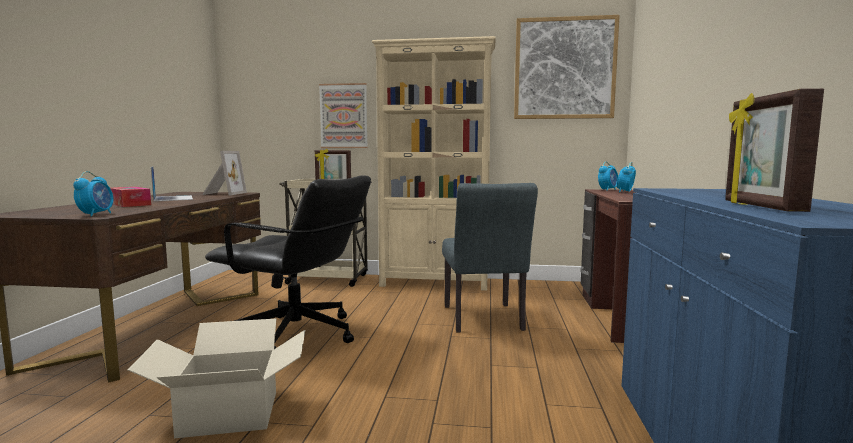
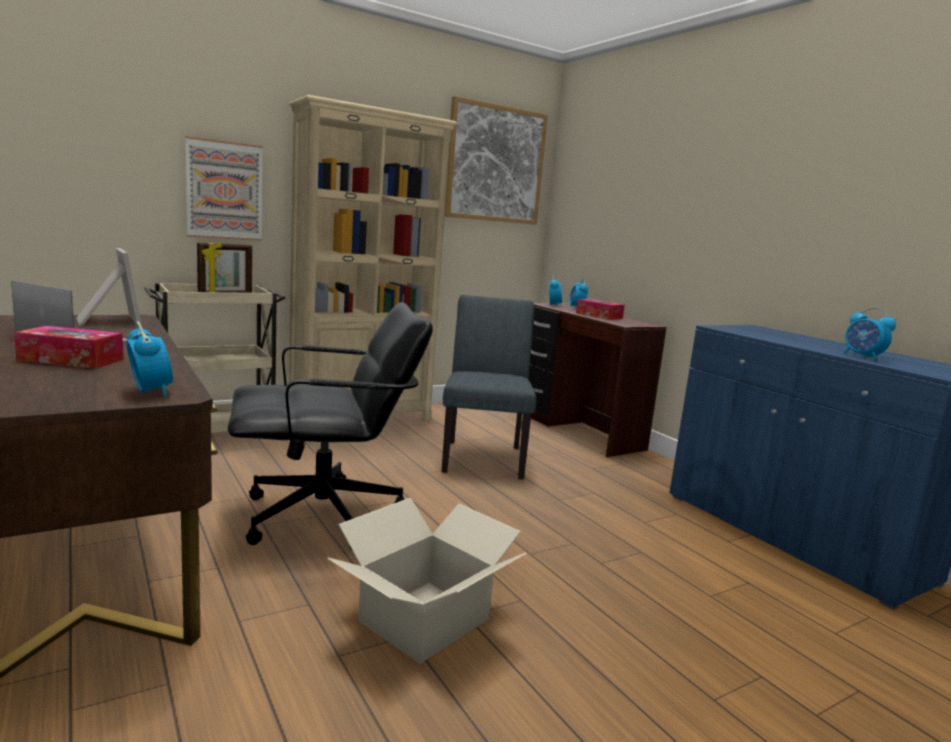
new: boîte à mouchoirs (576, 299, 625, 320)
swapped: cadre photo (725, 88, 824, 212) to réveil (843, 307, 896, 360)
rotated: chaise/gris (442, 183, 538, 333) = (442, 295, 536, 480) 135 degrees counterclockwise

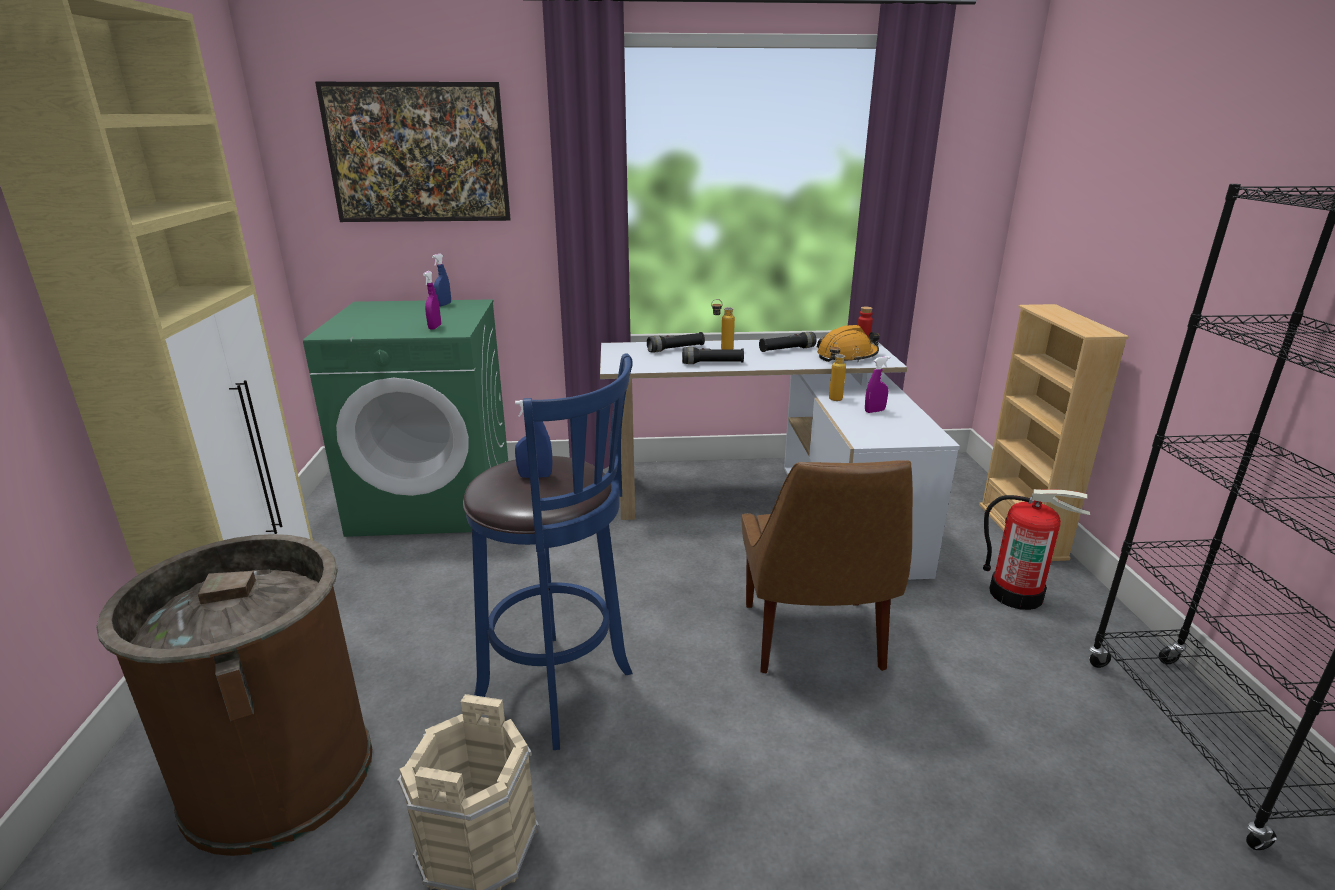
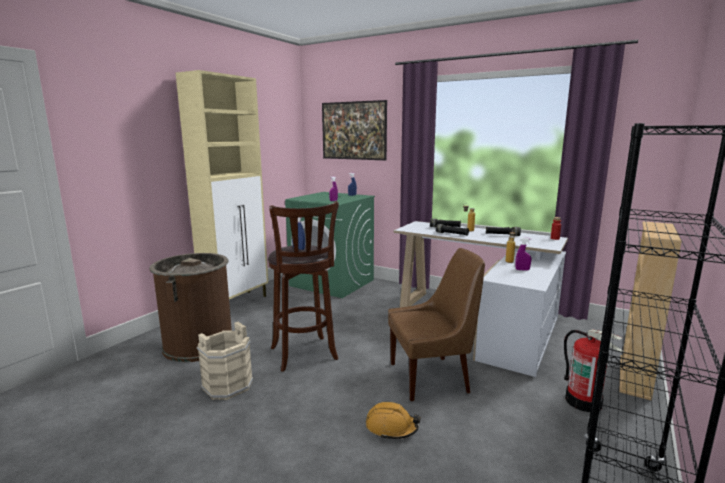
shifted: casque de chantier/orange (817, 325, 880, 362) to (366, 402, 421, 440)
repainted: tabouret/bleu (463, 353, 633, 750) to tabouret/marron (268, 201, 339, 372)
rotated: chaise/marron (742, 460, 913, 674) = (388, 248, 485, 401) 135 degrees counterclockwise

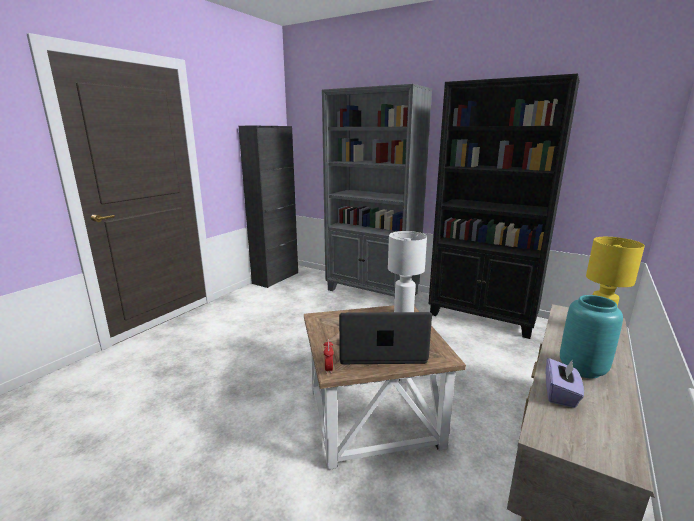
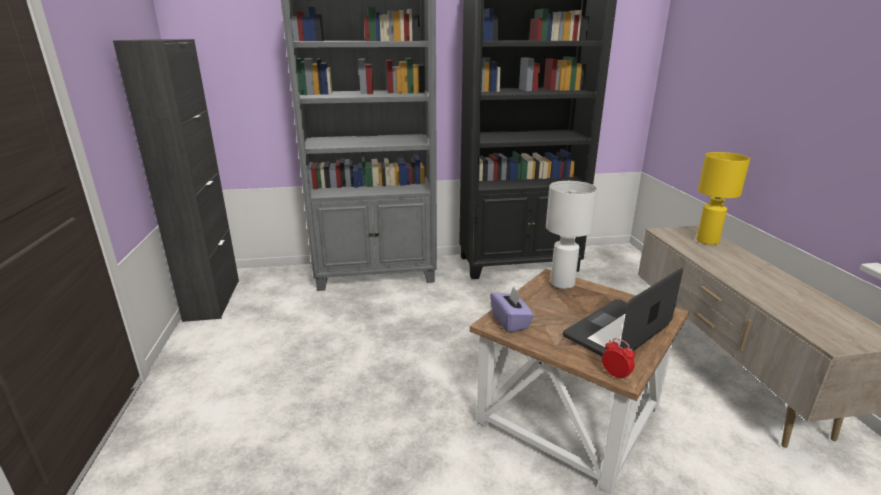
gone: vase/turquoise (560, 295, 623, 378)
shifted: boîte à mouchoirs/violet (546, 358, 584, 408) to (490, 286, 534, 333)

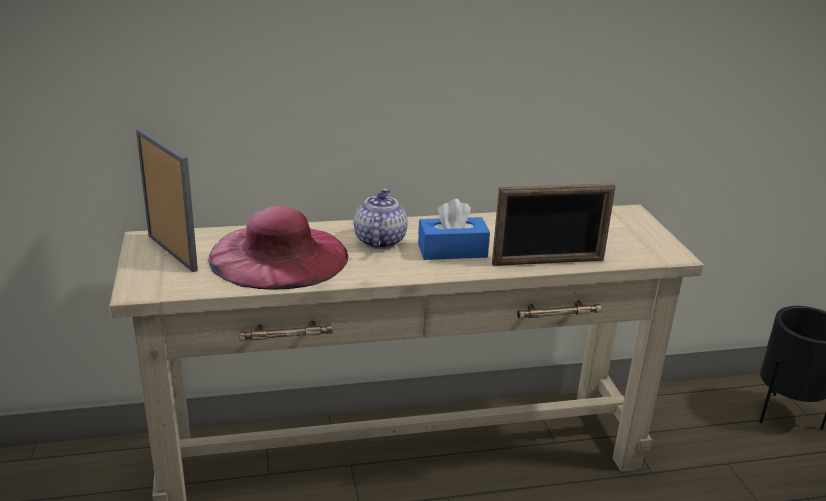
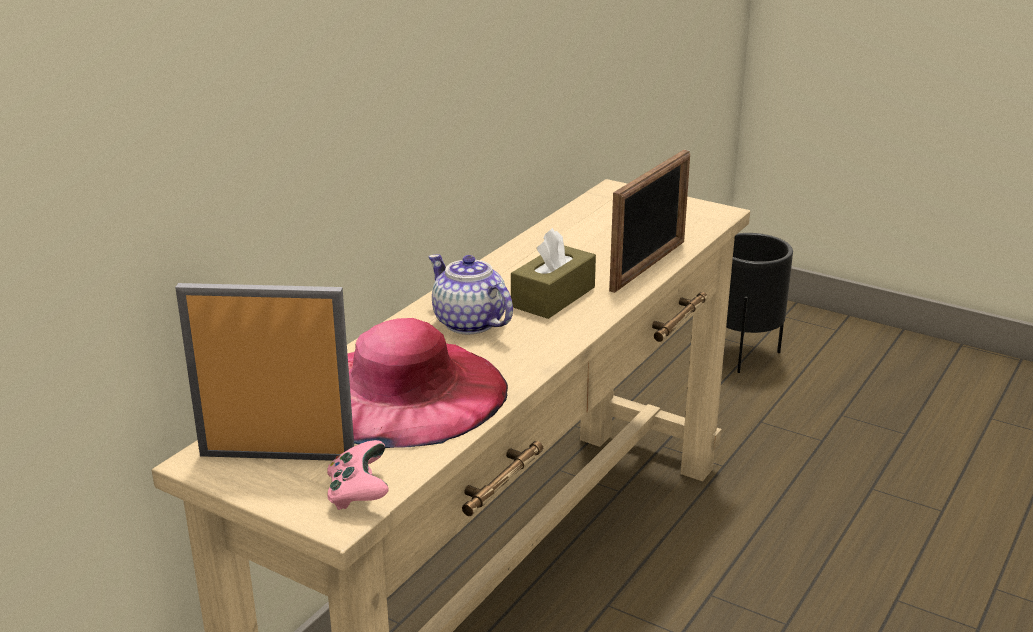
new: manette/rose (327, 440, 389, 510)
repainted: boîte à mouchoirs/bleu (418, 199, 490, 260) to boîte à mouchoirs/marron (511, 228, 596, 319)

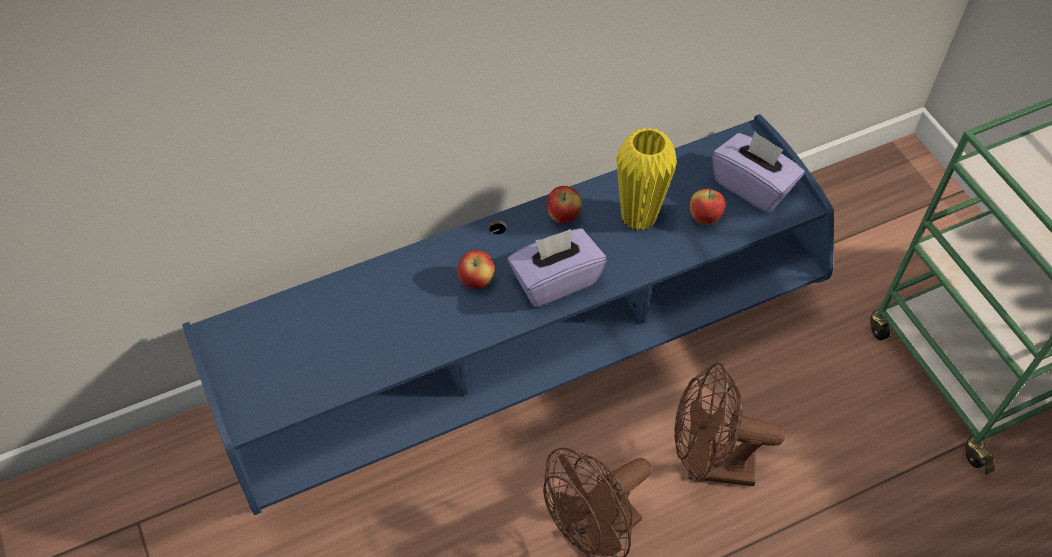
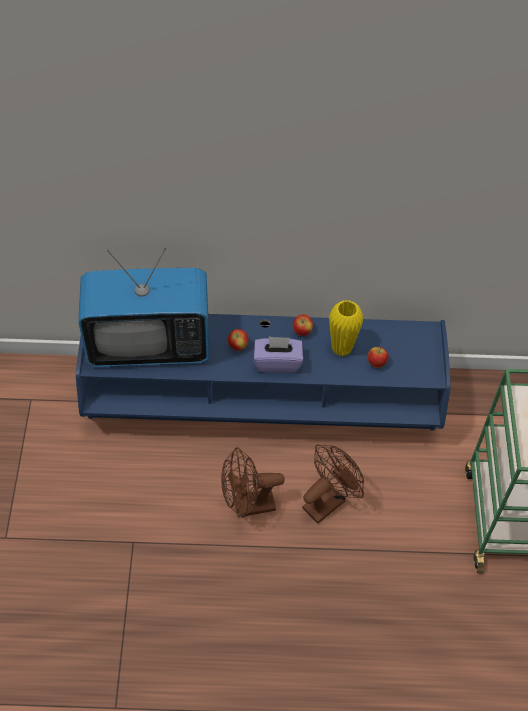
gone: boîte à mouchoirs/violet (712, 131, 805, 213)
new: téléviseur (78, 248, 210, 367)
rotated: ventilateur/marron (674, 362, 785, 486) = (302, 444, 364, 524) 105 degrees clockwise

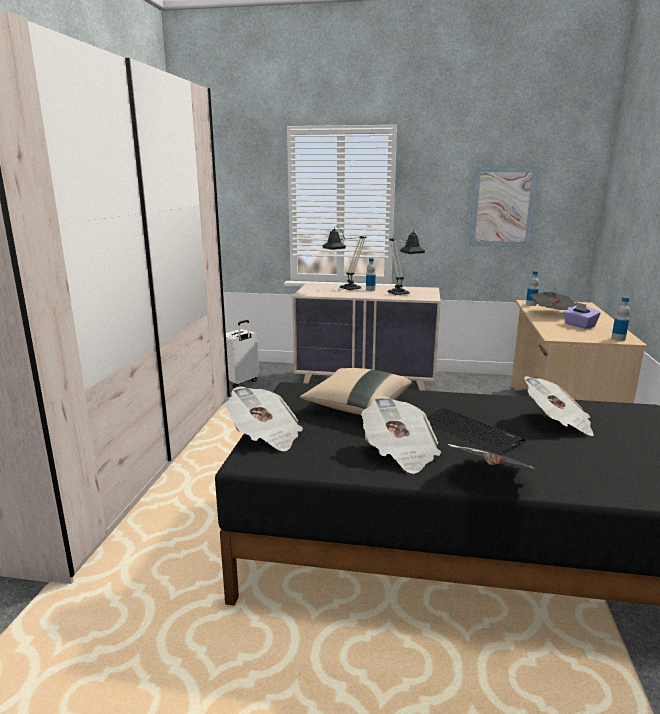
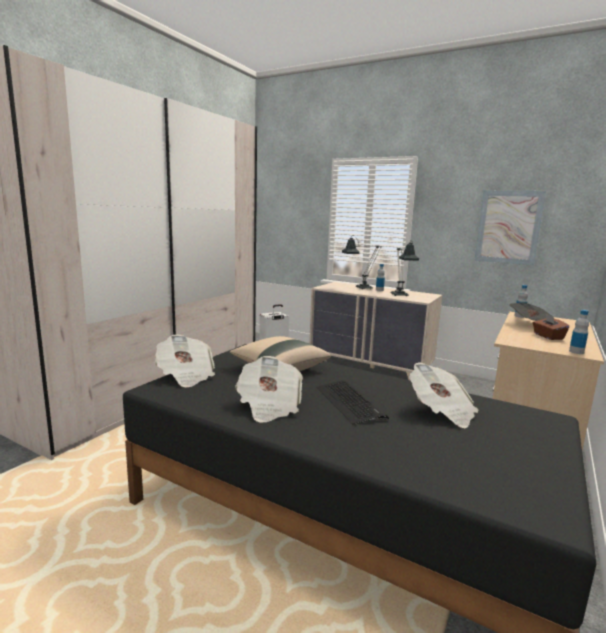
gone: journal (448, 444, 537, 470)
repainted: boîte à mouchoirs/violet (563, 302, 601, 329) to boîte à mouchoirs/marron (533, 313, 569, 340)

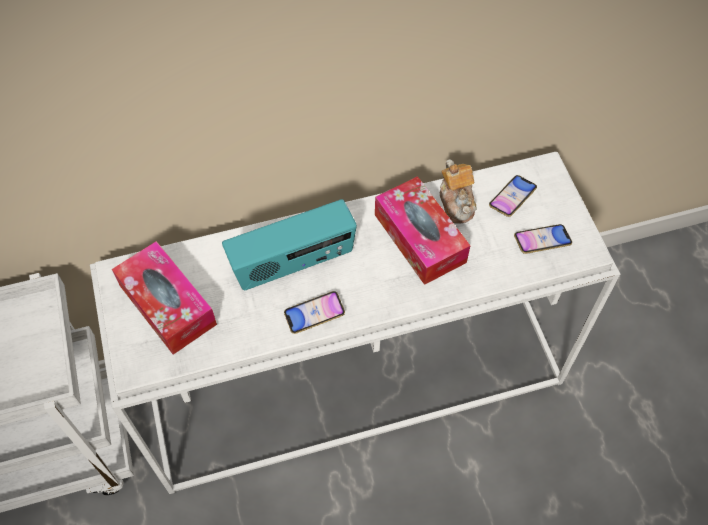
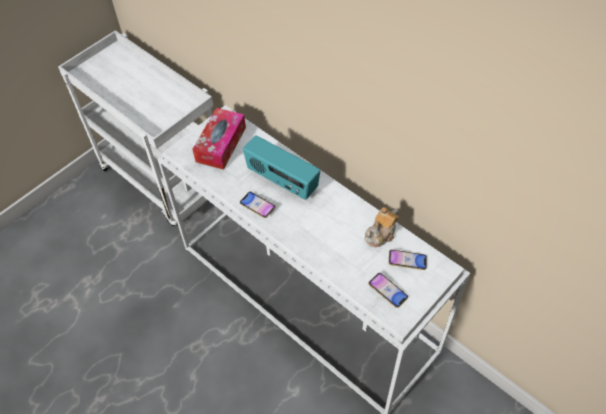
gone: boîte à mouchoirs (375, 176, 470, 285)

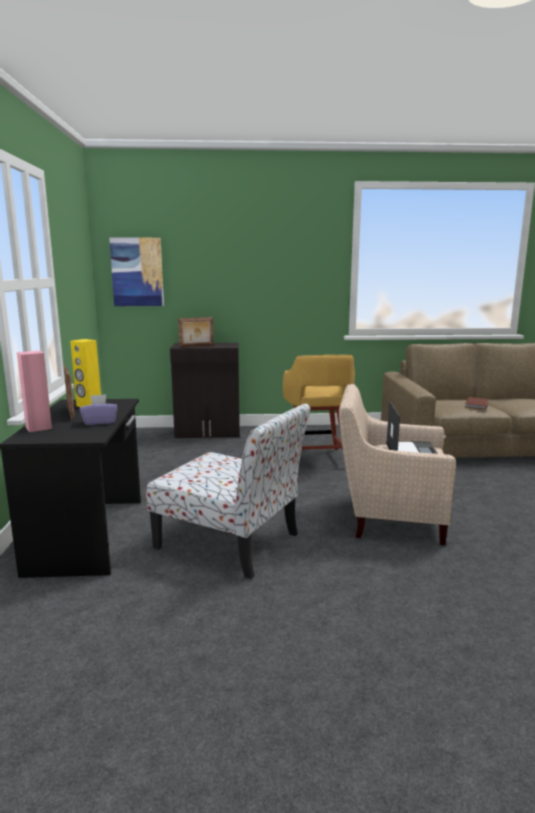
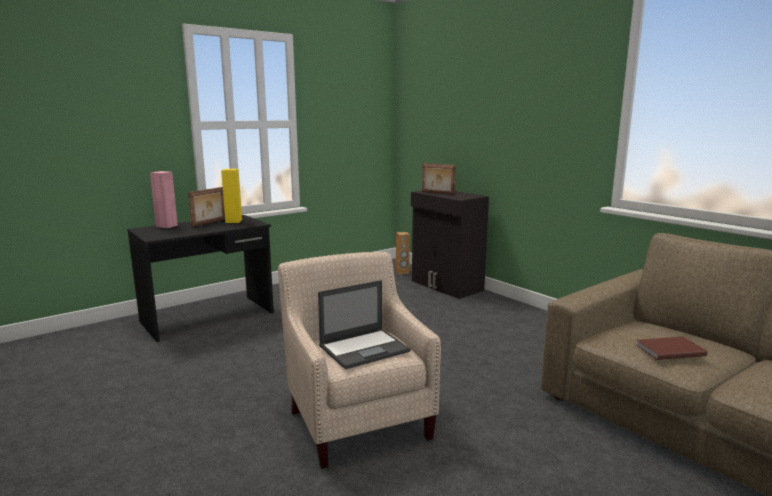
gone: tableau (109, 238, 164, 306); tabouret/jaune (283, 355, 355, 450); boîte à mouchoirs/violet (80, 394, 117, 425); chaise (146, 403, 310, 579)
new: enceinte/marron (396, 232, 410, 274)

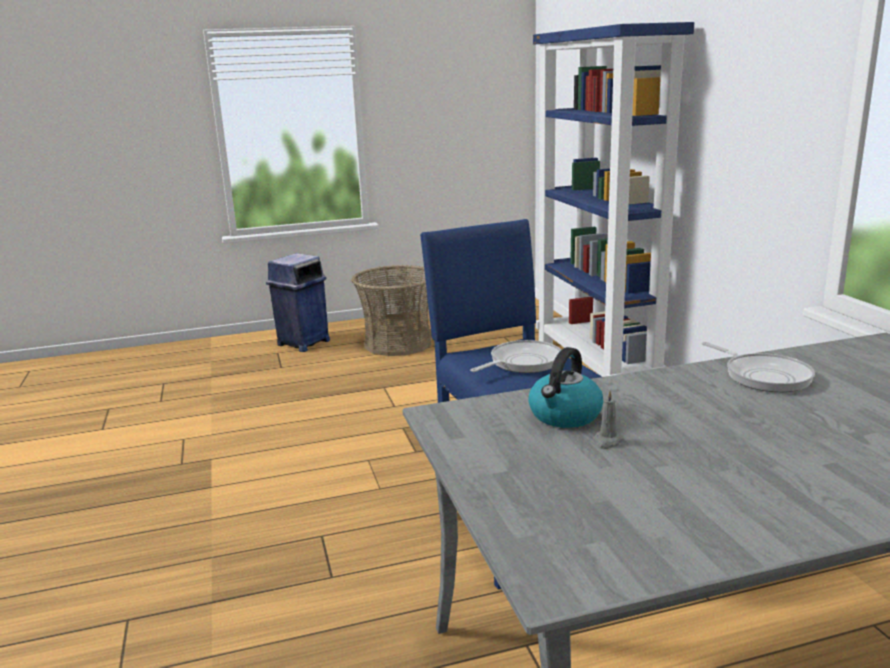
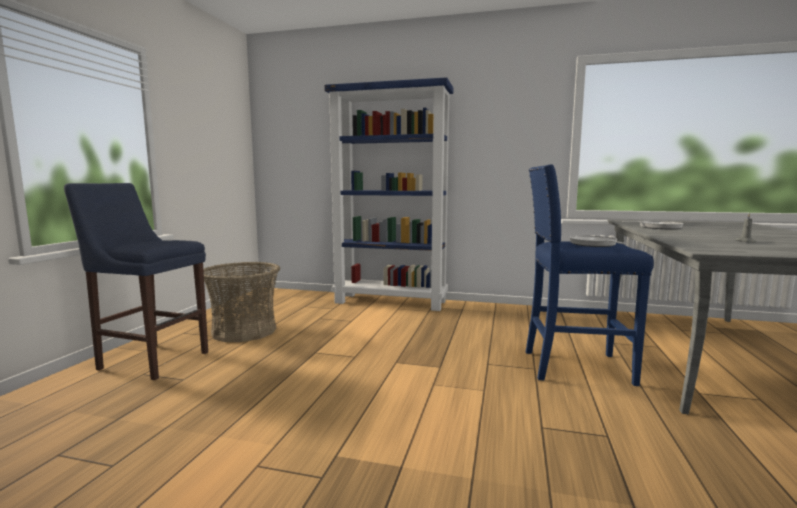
gone: bouilloire (528, 347, 603, 428)
swapped: poubelle/bleu (266, 253, 330, 352) to tabouret/bleu (64, 183, 208, 380)

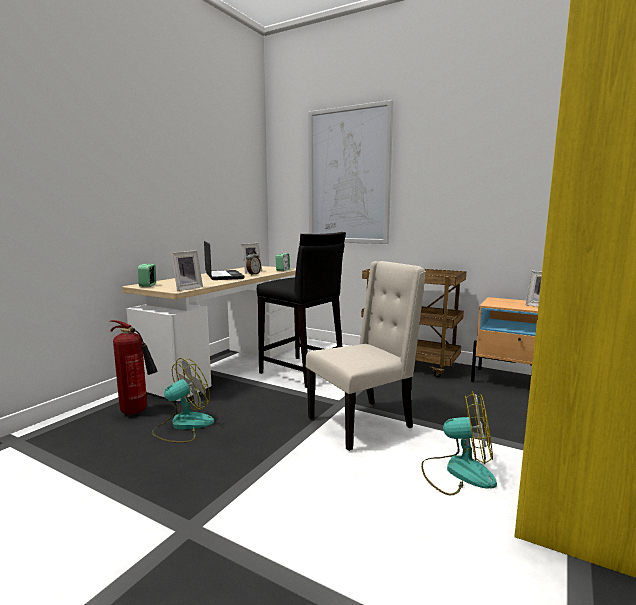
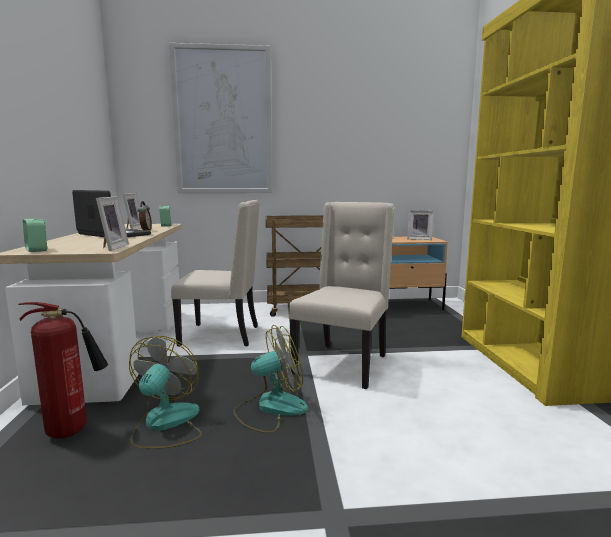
shifted: ventilateur (421, 391, 497, 495) to (233, 325, 308, 433)
swapped: tabouret/noir (257, 232, 346, 388) to chaise/beige (171, 200, 260, 347)

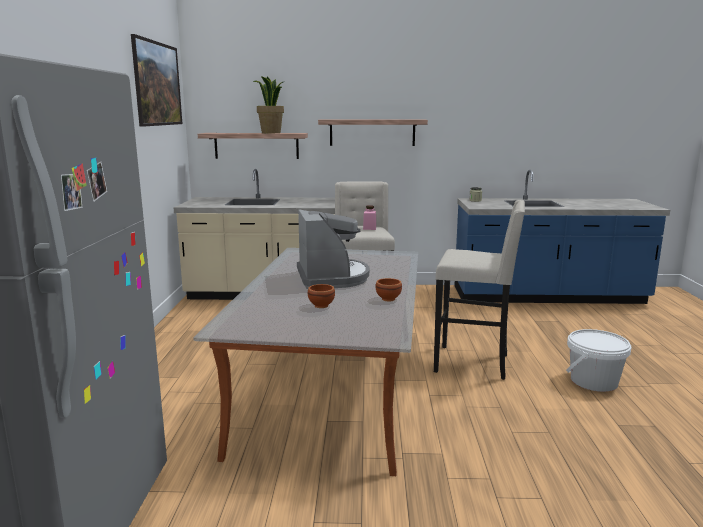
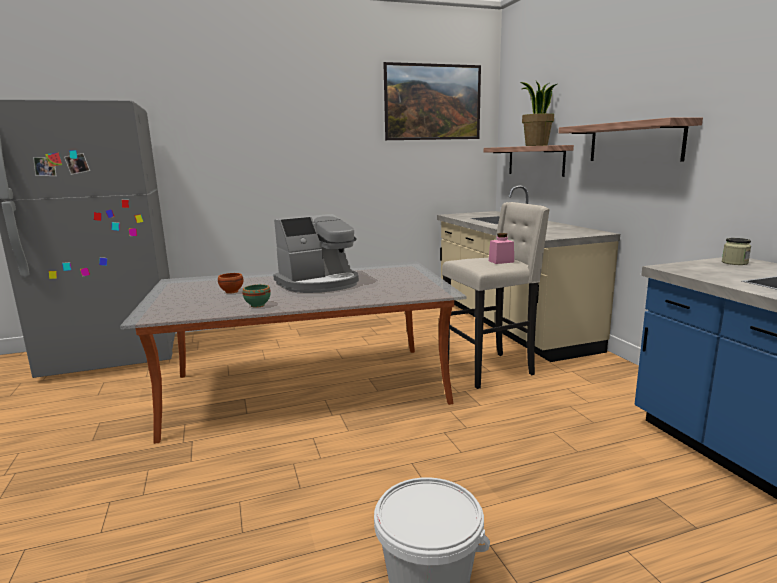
gone: tabouret/beige (434, 200, 525, 380)
repainted: bol/marron (375, 278, 402, 301) to bol/vert (243, 284, 271, 308)

